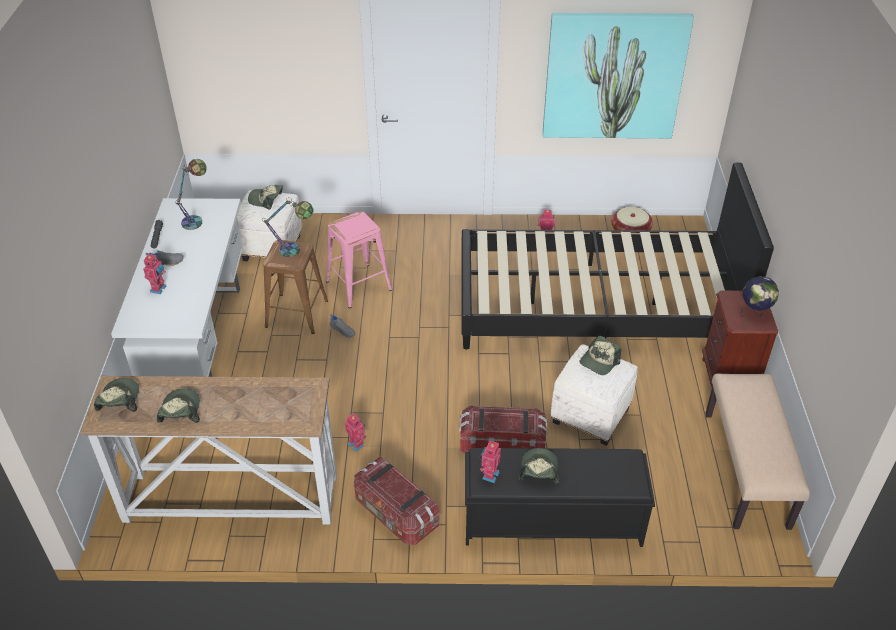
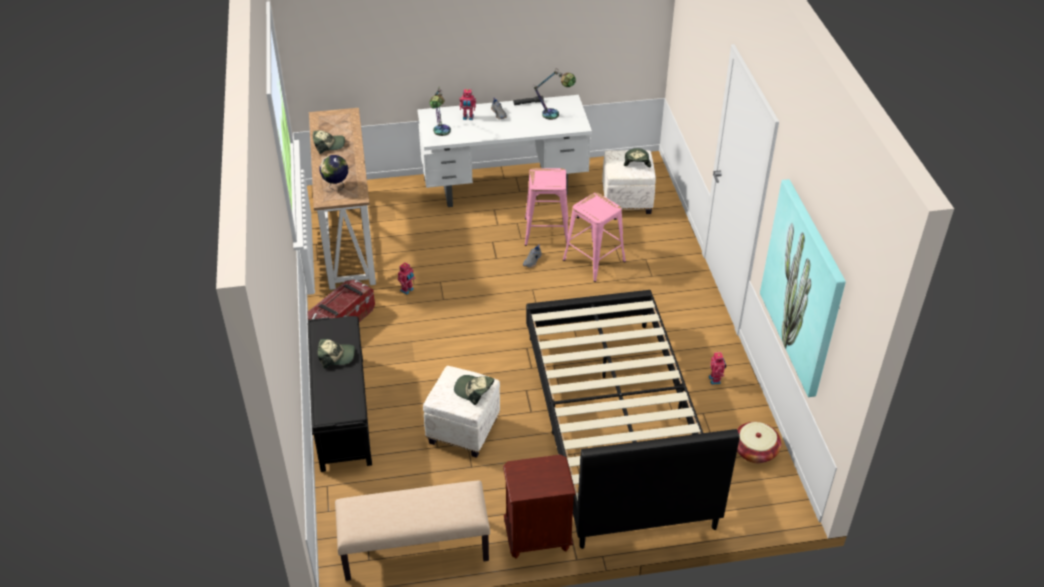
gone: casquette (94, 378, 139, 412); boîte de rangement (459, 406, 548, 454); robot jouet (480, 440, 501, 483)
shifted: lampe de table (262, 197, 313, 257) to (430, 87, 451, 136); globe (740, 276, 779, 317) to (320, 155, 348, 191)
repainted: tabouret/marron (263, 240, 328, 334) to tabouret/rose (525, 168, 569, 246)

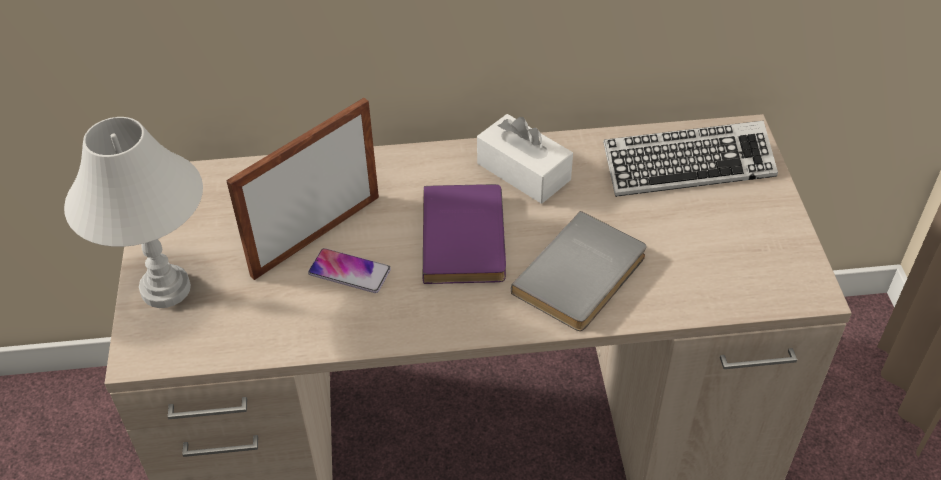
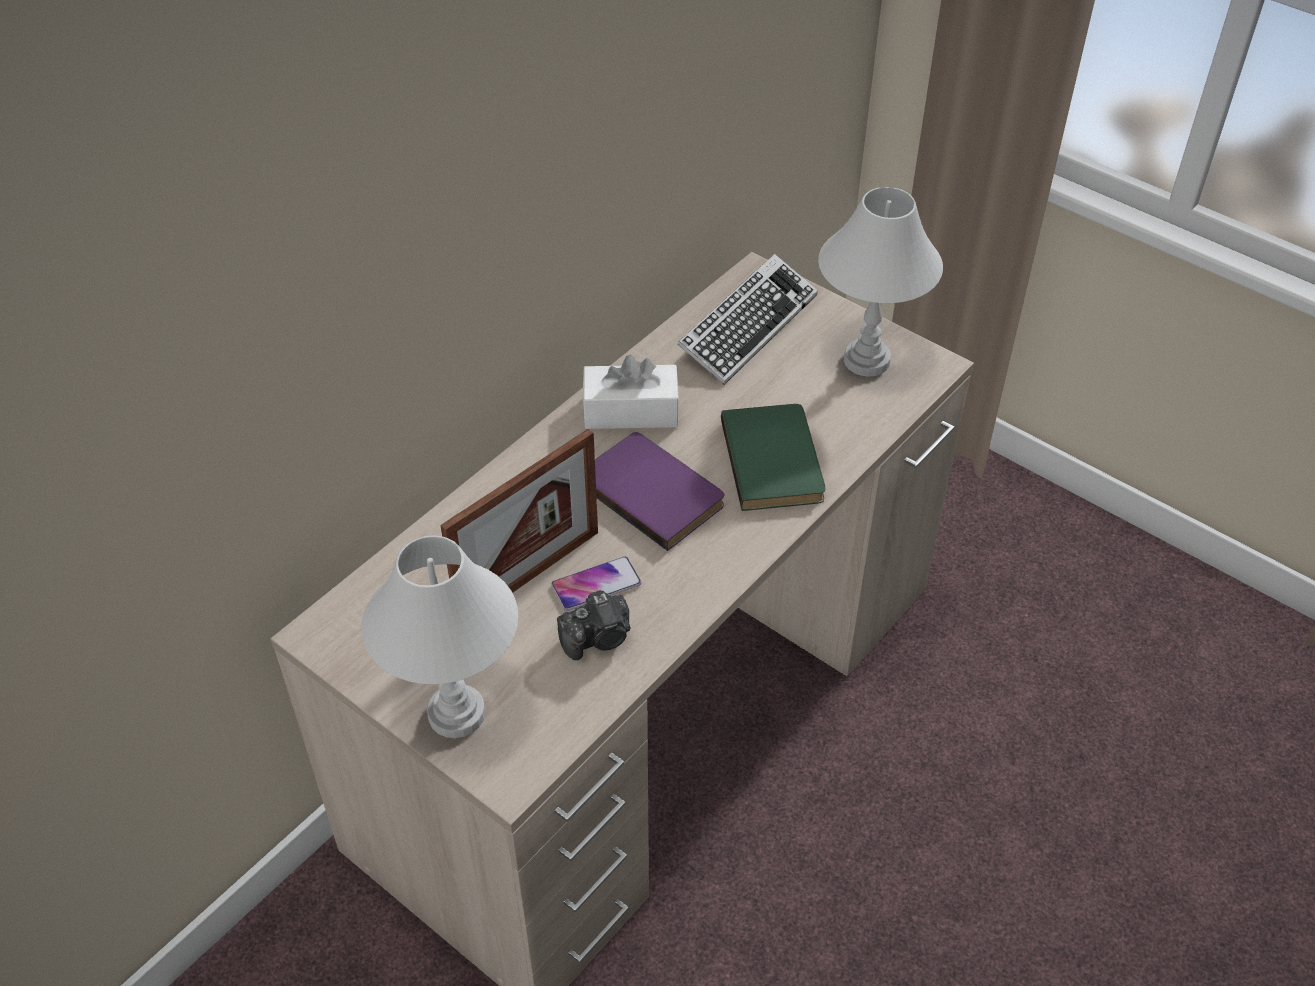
new: lampe de table/blanc (818, 187, 943, 377); appareil photo (557, 590, 631, 660)
repainted: livre/gris (511, 211, 647, 331) to livre/vert (721, 404, 825, 511)
rotated: cadre photo (226, 98, 379, 280) = (440, 429, 598, 593) 135 degrees counterclockwise

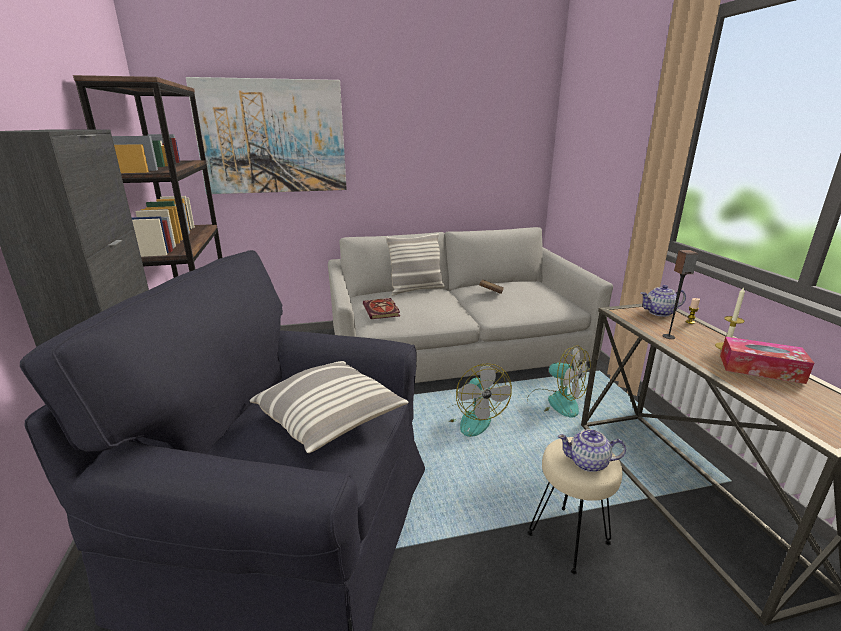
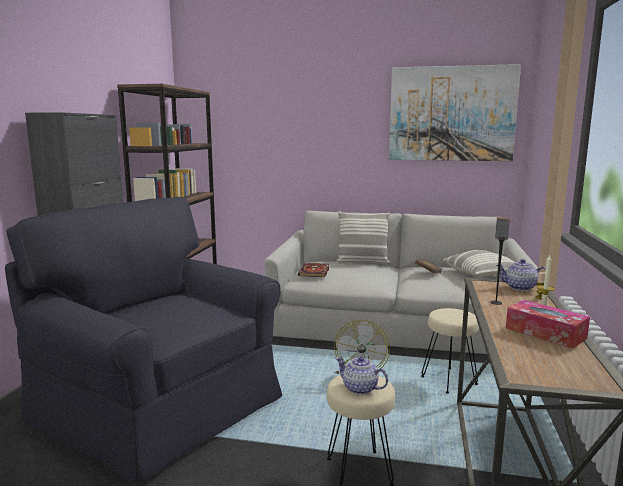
shifted: tableau (186, 77, 347, 194) to (389, 64, 521, 161); coussin (250, 361, 409, 453) to (443, 250, 514, 276)
swapped: ventilateur (527, 345, 591, 417) to tabouret/beige (421, 308, 479, 394)

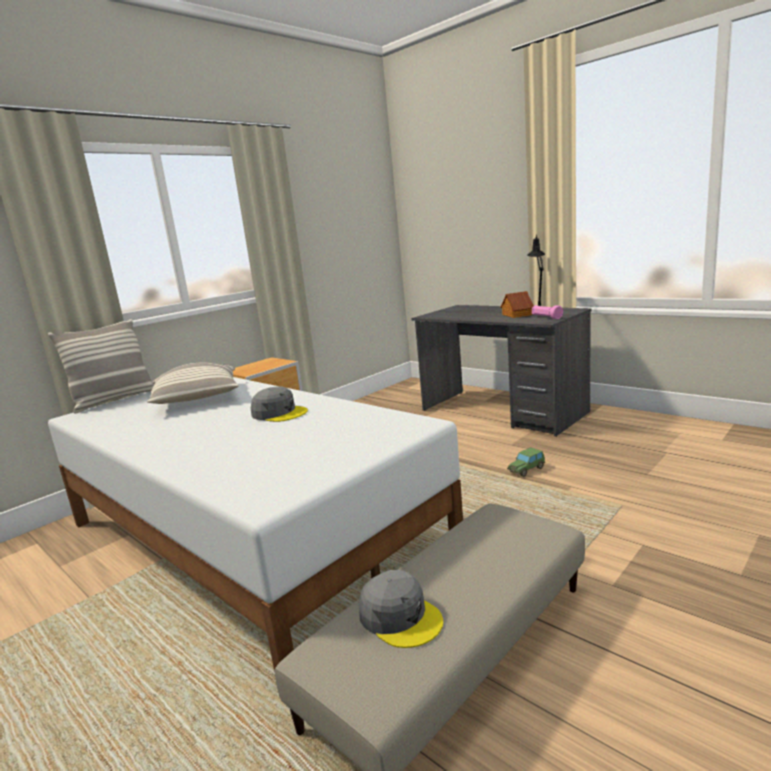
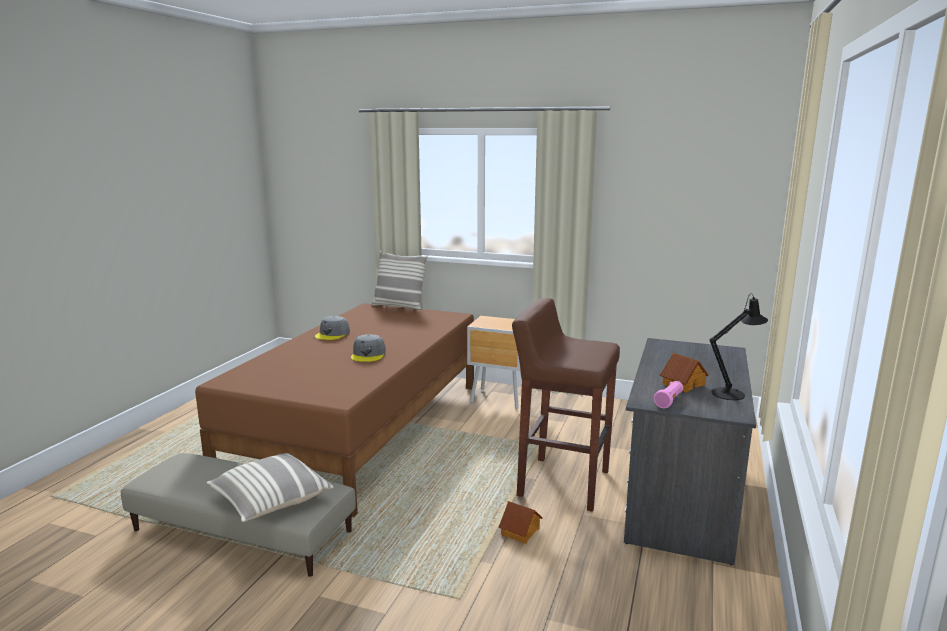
new: tabouret/marron (512, 298, 620, 512)
shifted: coussin (147, 363, 239, 404) to (206, 453, 333, 522); casquette/gris (359, 570, 443, 648) to (315, 316, 350, 340)
swapped: petite voiture (507, 447, 545, 477) to maison miniature (499, 501, 543, 544)
repainted: lit/blanc (48, 377, 463, 670) to lit/marron (195, 303, 474, 517)

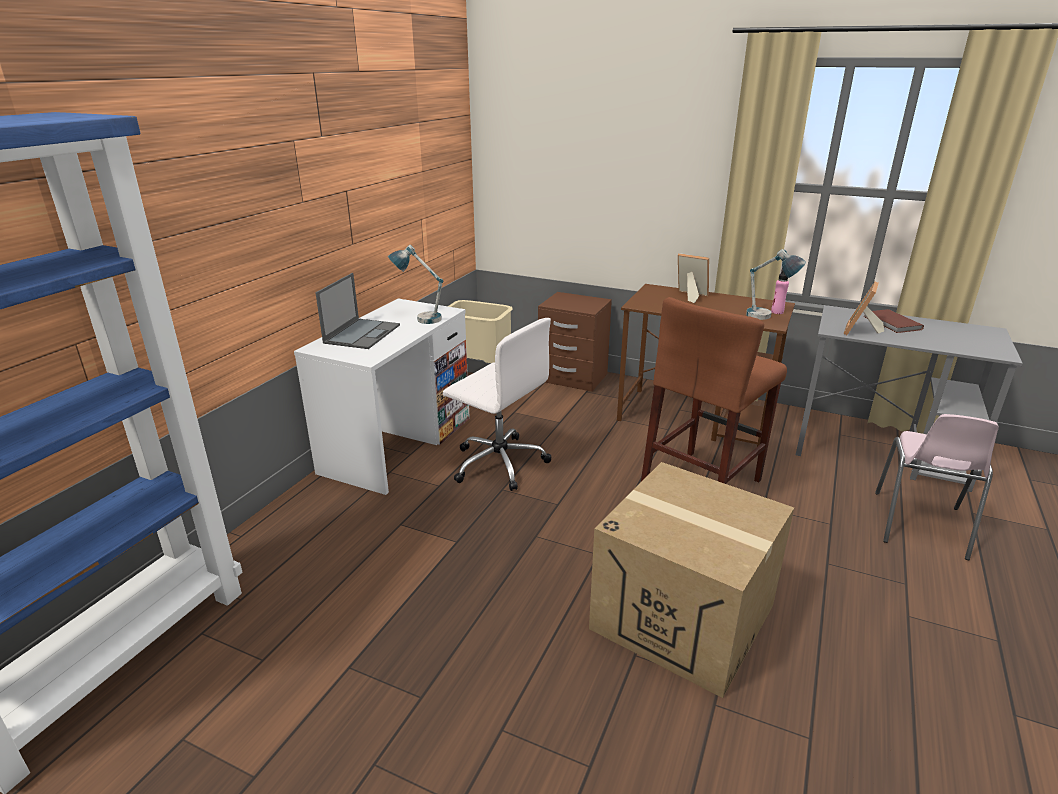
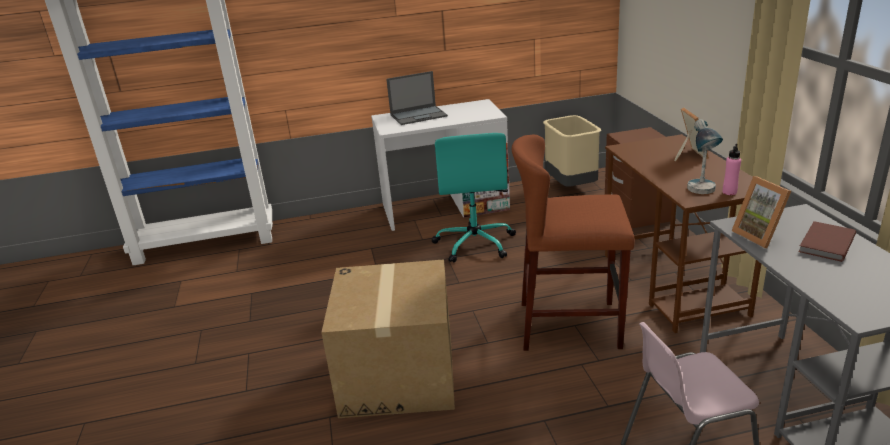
gone: lampe de table (388, 245, 443, 324)
repainted: chaise de bureau/blanc (443, 318, 552, 491) to chaise de bureau/turquoise (431, 133, 516, 263)
rotated: cadre photo (843, 281, 884, 335) = (731, 176, 791, 248) 105 degrees counterclockwise

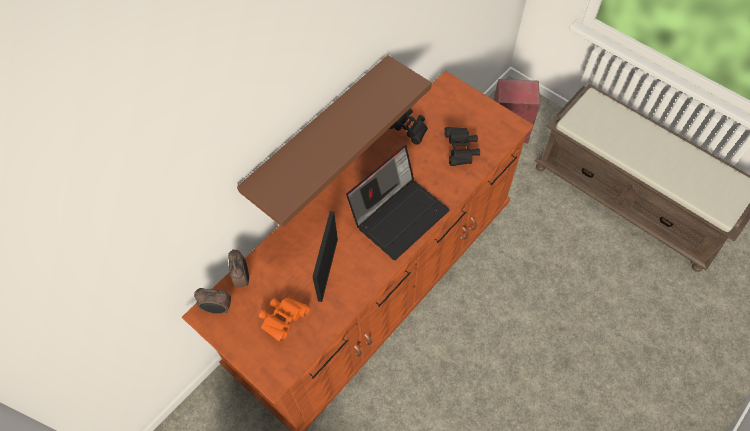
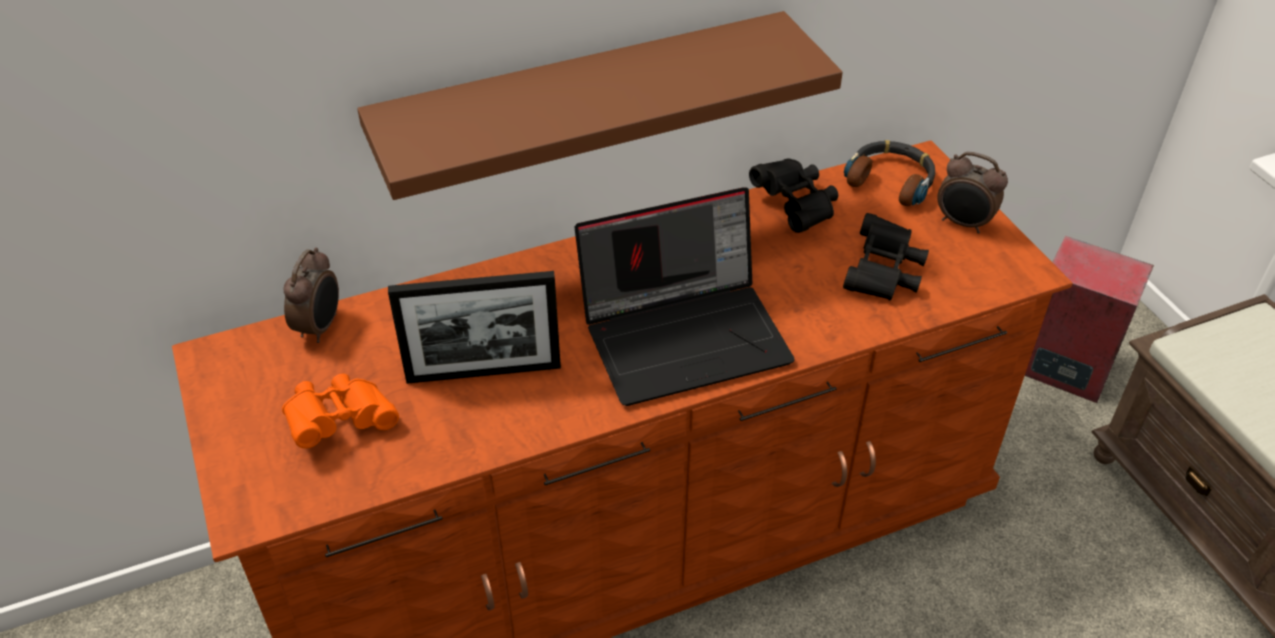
new: casque audio (844, 140, 936, 206)
shifted: réveil (194, 288, 231, 314) to (937, 151, 1008, 233)
rotated: cadre photo (312, 211, 338, 302) = (388, 271, 561, 384) 135 degrees counterclockwise

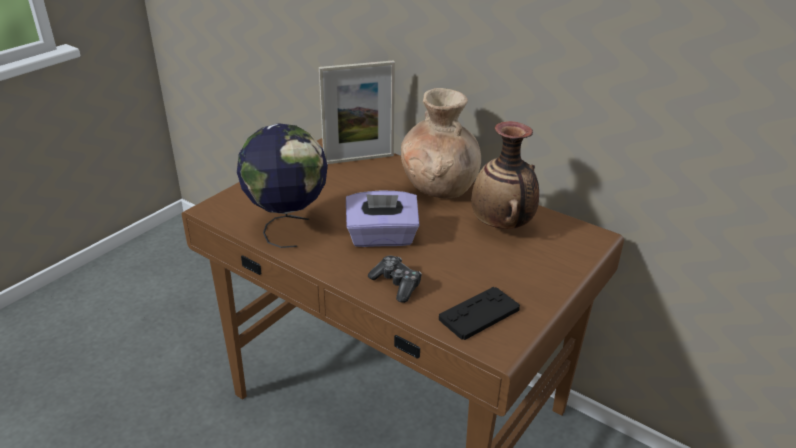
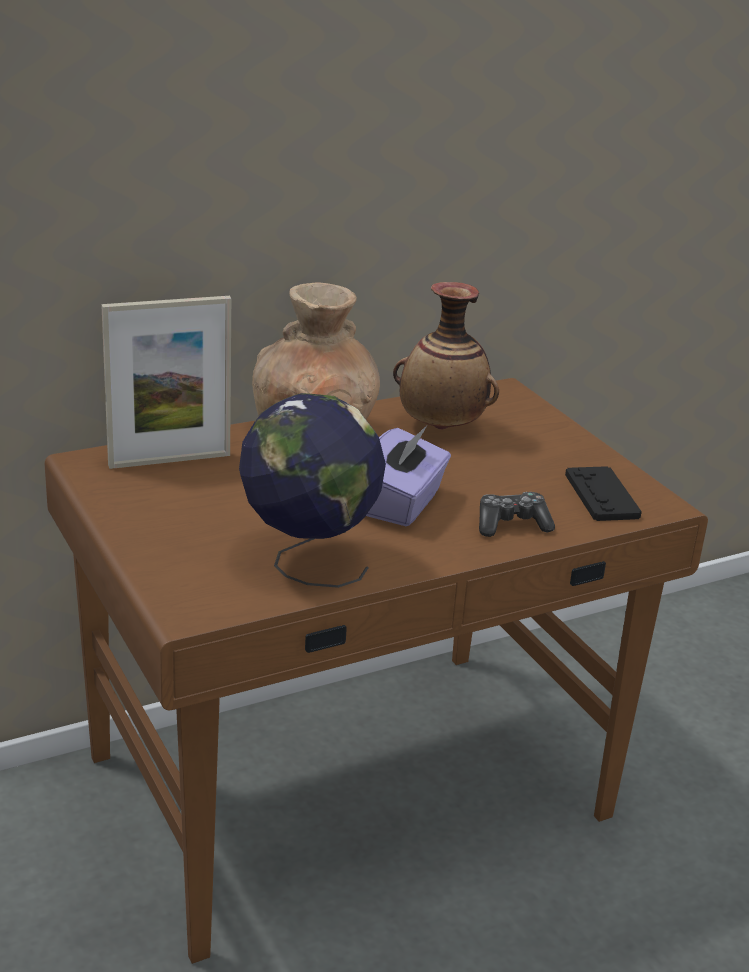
rotated: cadre photo (319, 60, 395, 164) = (101, 296, 231, 469) 60 degrees clockwise

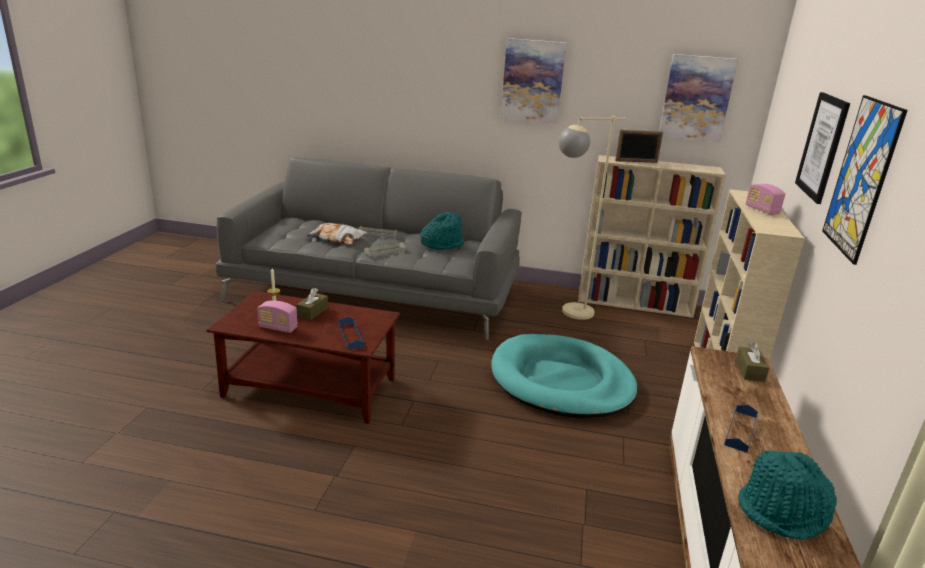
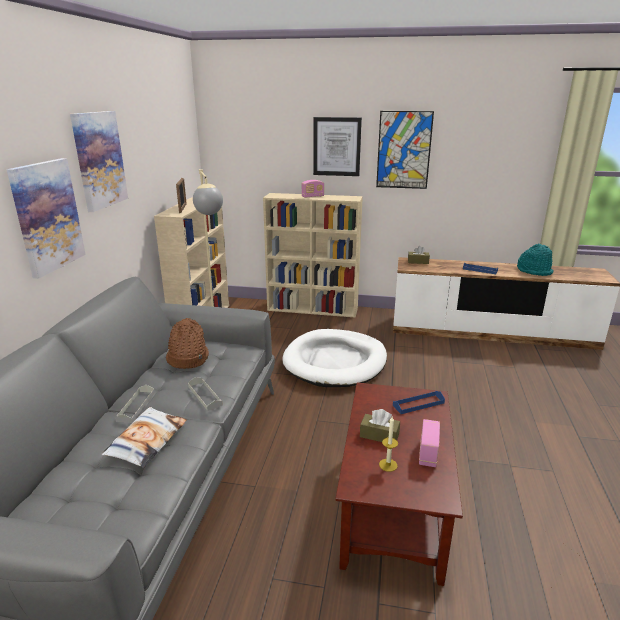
shifted: tableau (659, 54, 738, 142) to (7, 158, 86, 279)
repainted: chapeau/turquoise (421, 212, 465, 250) to chapeau/marron (166, 318, 209, 369); panier pour chien/turquoise (491, 334, 638, 418) to panier pour chien/blanc (282, 329, 387, 387)

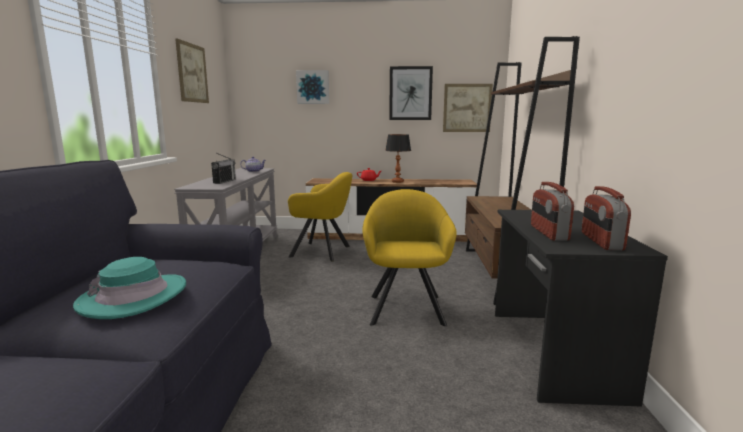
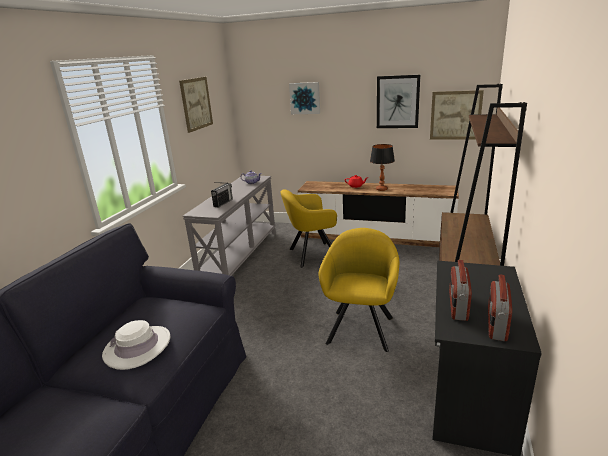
repainted: chapeau/turquoise (73, 257, 186, 319) to chapeau/blanc (102, 320, 171, 370)
rotated: fauteuil/jaune (288, 172, 352, 262) = (280, 189, 337, 268) 135 degrees clockwise

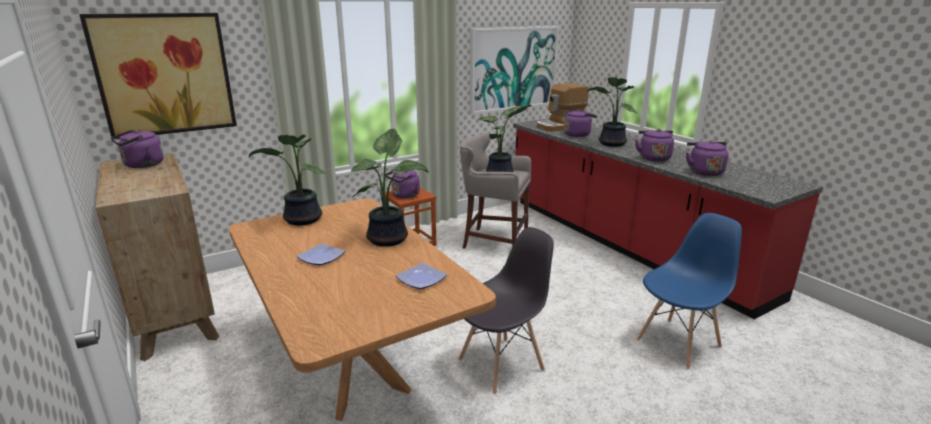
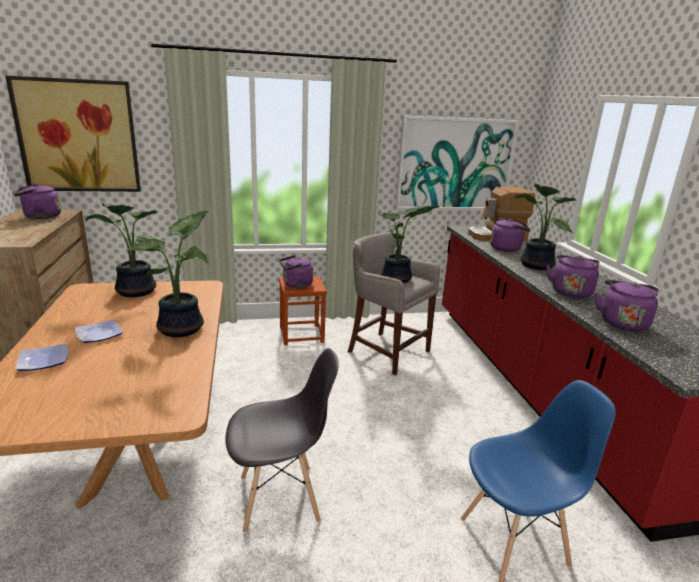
shifted: assiette (395, 263, 447, 289) to (16, 344, 68, 371)

